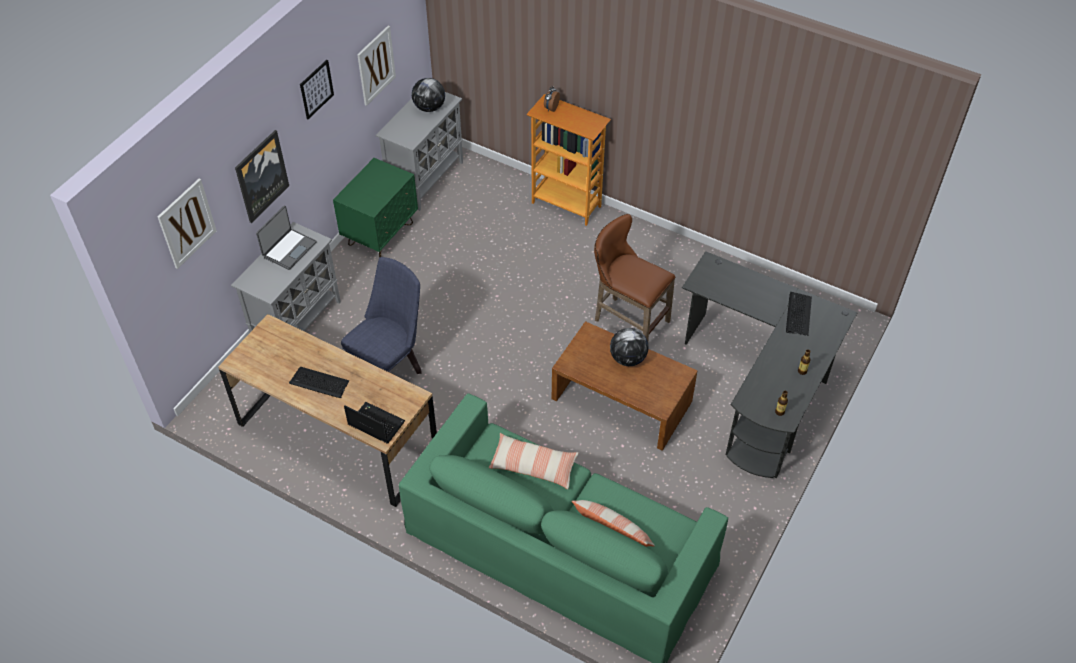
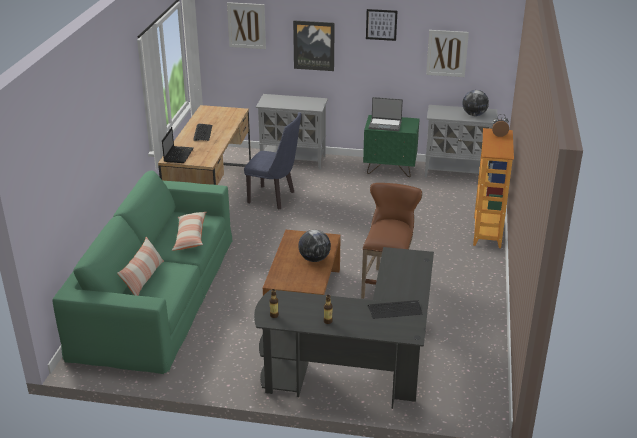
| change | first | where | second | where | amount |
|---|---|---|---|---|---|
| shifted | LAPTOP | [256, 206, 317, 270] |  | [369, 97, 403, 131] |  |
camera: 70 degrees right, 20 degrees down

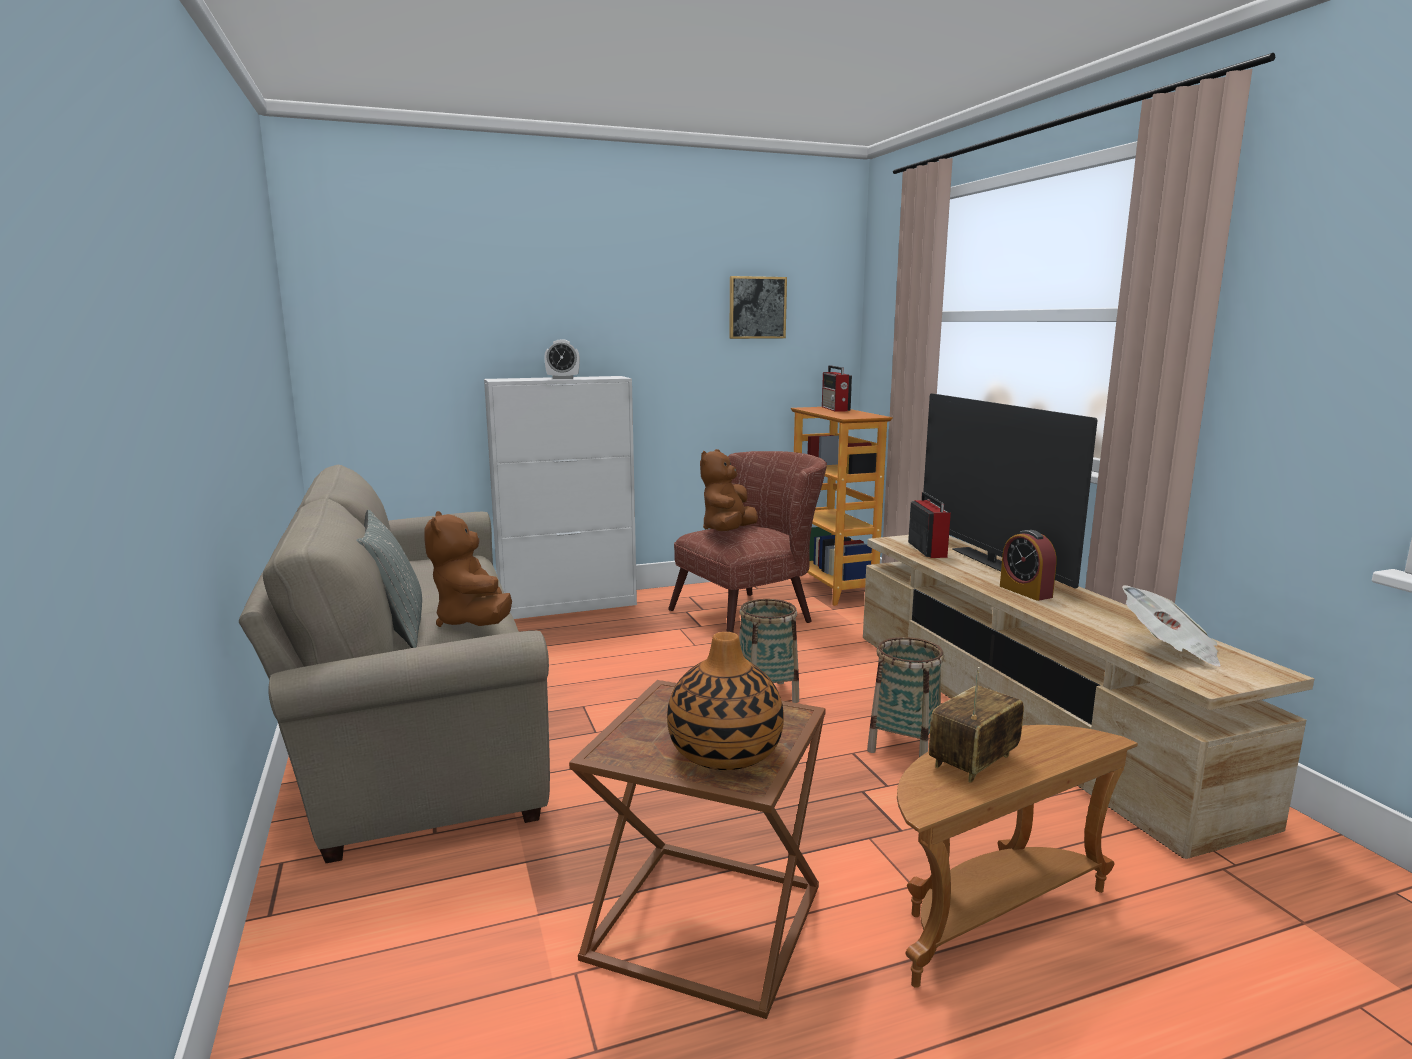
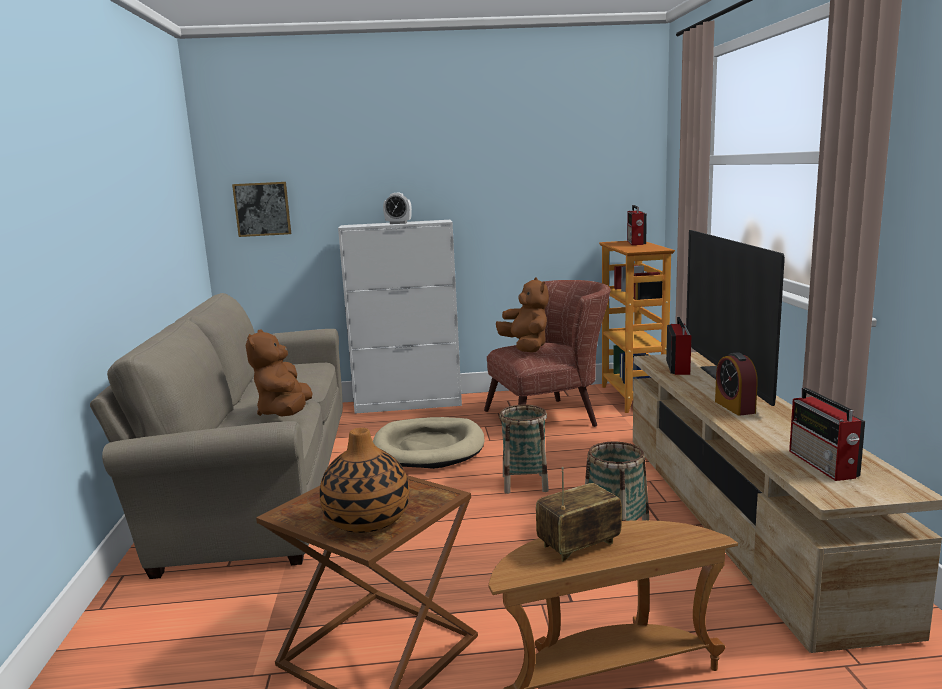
| change | first | where | second | where | amount |
|---|---|---|---|---|---|
| shifted | PICTURE | [729, 276, 787, 339] |  | [232, 182, 291, 237] |  |
| rotated | BROWN PLUSH TOY | [700, 449, 758, 531] |  | [496, 277, 549, 353] | 120 degrees clockwise |
| gone | GREY PILLOW | [356, 510, 422, 648] |  |  |  |
| swapped | NEWSPAPER | [1122, 585, 1220, 667] | RADIO | [789, 387, 865, 481] |  |
| new |  |  | BEIGE DOG BED | [373, 417, 484, 469] |  |
camera: 15 degrees right, 0 degrees up

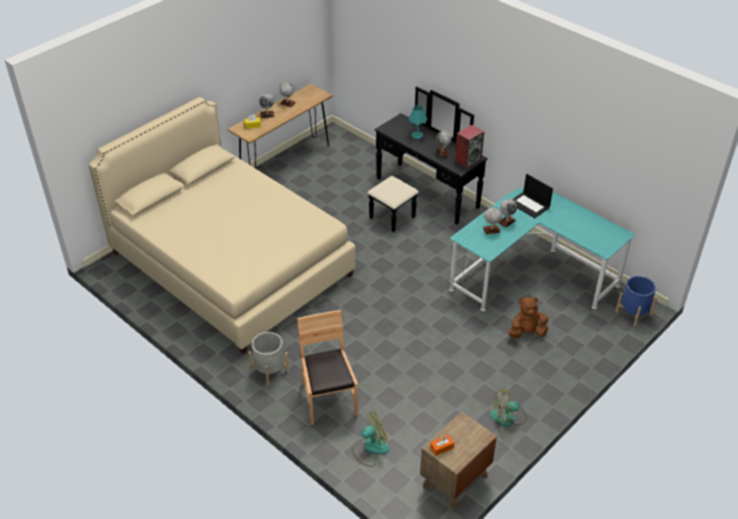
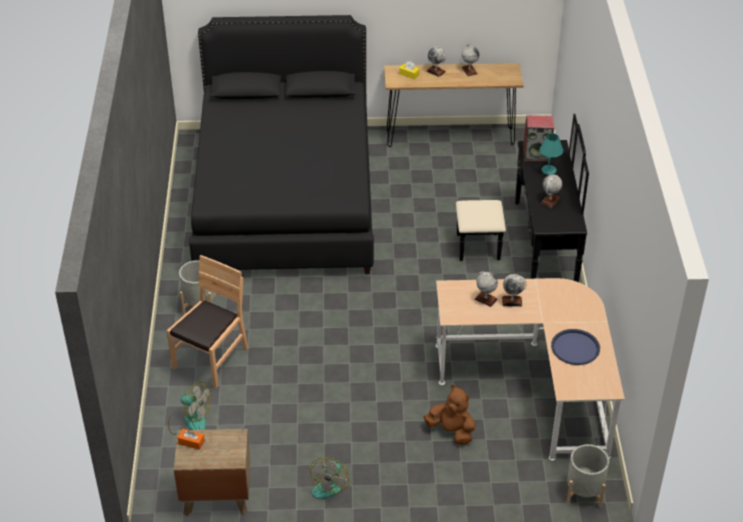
| change | first | where | second | where | amount |
|---|---|---|---|---|---|
| repainted | BEIGE BED | [89, 97, 356, 354] | BLACK BED | [189, 15, 374, 274] |  |
| shifted | SPEAKER | [455, 125, 484, 169] |  | [523, 115, 554, 162] |  |
| gone | LAPTOP | [512, 174, 553, 218] |  |  |  |
| repainted | TURQUOISE DESK | [449, 188, 636, 311] | BEIGE DESK | [435, 278, 625, 461] |  |
| repainted | BLUE PLANTER | [615, 276, 657, 326] | GREY PLANTER | [566, 444, 609, 508] |  |
| rotated | FAN | [490, 388, 527, 427] |  | [310, 457, 349, 499] | 105 degrees counterclockwise |
| new |  |  | BLUE TRAY | [551, 329, 600, 365] |  |
camera: 45 degrees right, 0 degrees up

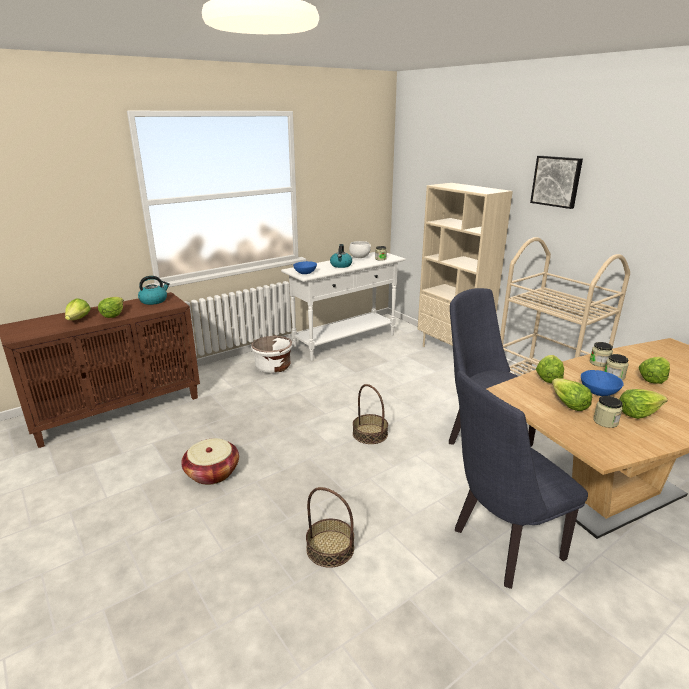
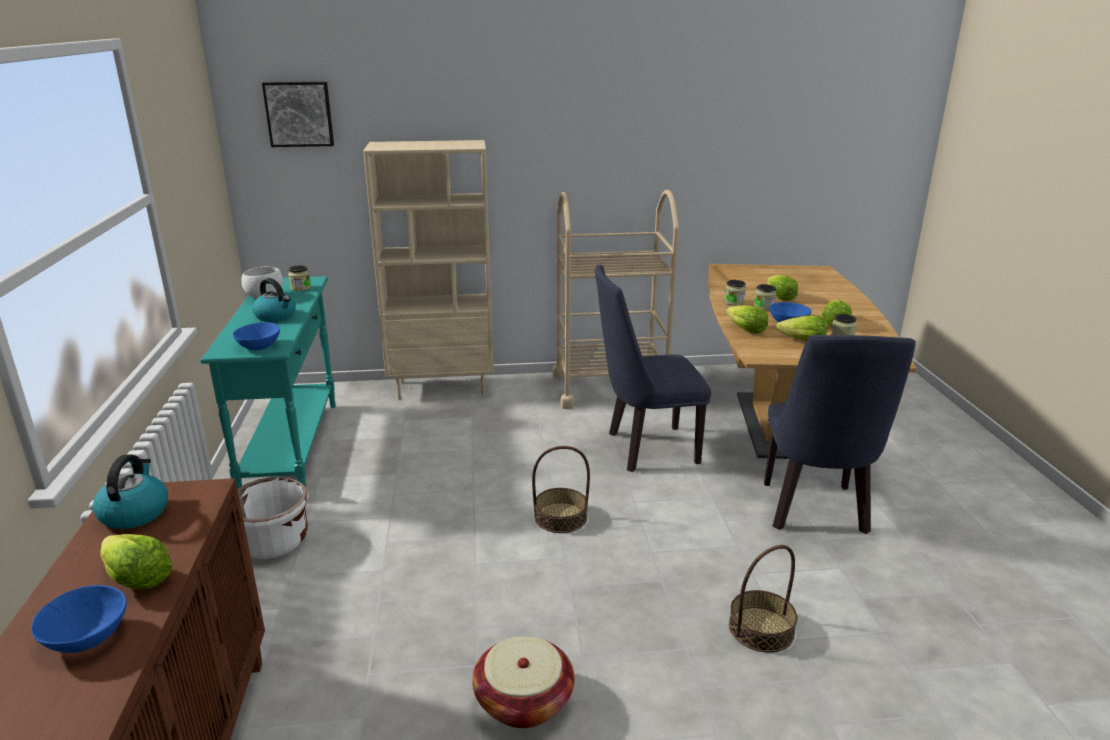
| change | first | where | second | where | amount |
|---|---|---|---|---|---|
| shifted | PICTURE | [530, 156, 583, 209] |  | [262, 82, 334, 147] |  |
| repainted | WHITE CONSOLE TABLE | [281, 252, 406, 361] | TURQUOISE CONSOLE TABLE | [200, 276, 336, 489] |  |
| swapped | LETTUCE | [65, 298, 91, 320] | BLUE BOWL | [31, 585, 126, 653] |  |
camera: 60 degrees left, 0 degrees up

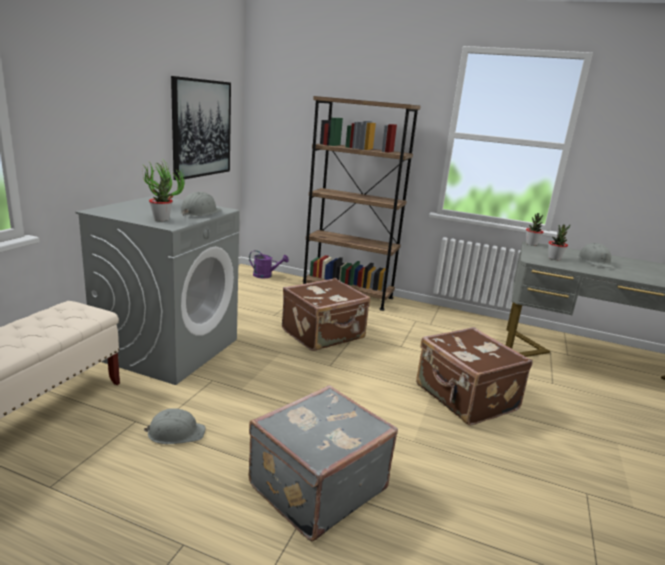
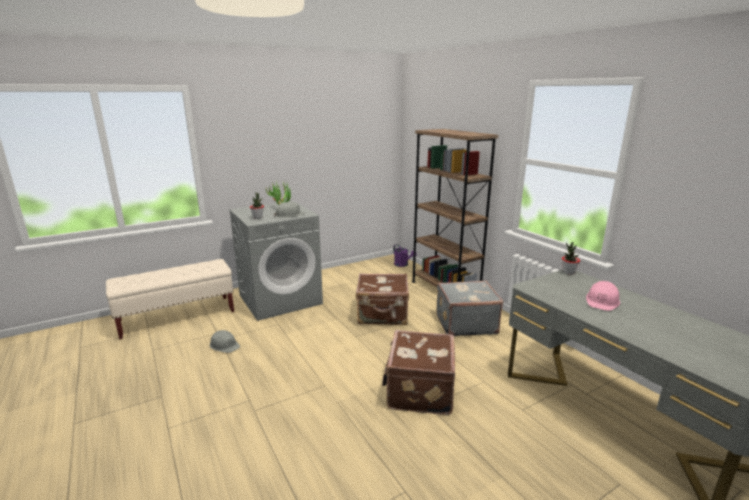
| change | first | where | second | where | amount |
|---|---|---|---|---|---|
| gone | PICTURE | [171, 76, 231, 180] |  |  |  |
| gone | POTTED PLANT | [548, 224, 570, 260] |  |  |  |
| repainted | GREY HARD HAT | [577, 243, 614, 268] | PINK HARD HAT | [586, 281, 620, 311] |  |
| shifted | GREY SUITCASE | [248, 385, 398, 541] |  | [436, 280, 504, 336] |  |
camera: 40 degrees right, 0 degrees up

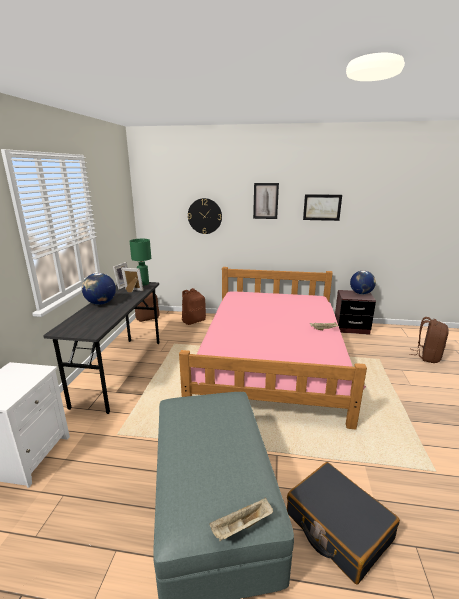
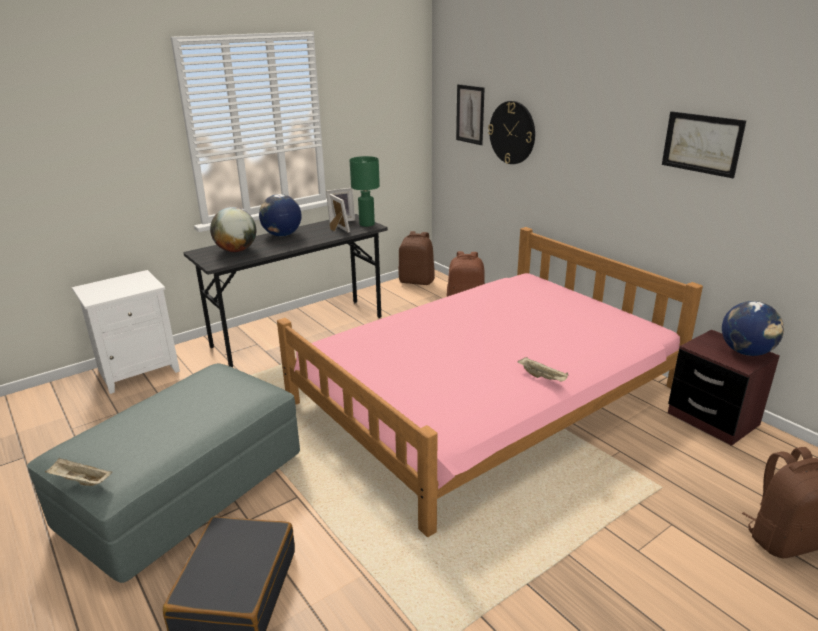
| change | first | where | second | where | amount |
|---|---|---|---|---|---|
| shifted | PICTURE | [253, 183, 279, 219] |  | [456, 84, 485, 145] |  |
| new |  |  | GLOBE | [210, 207, 256, 252] |  |
camera: 45 degrees right, 5 degrees up

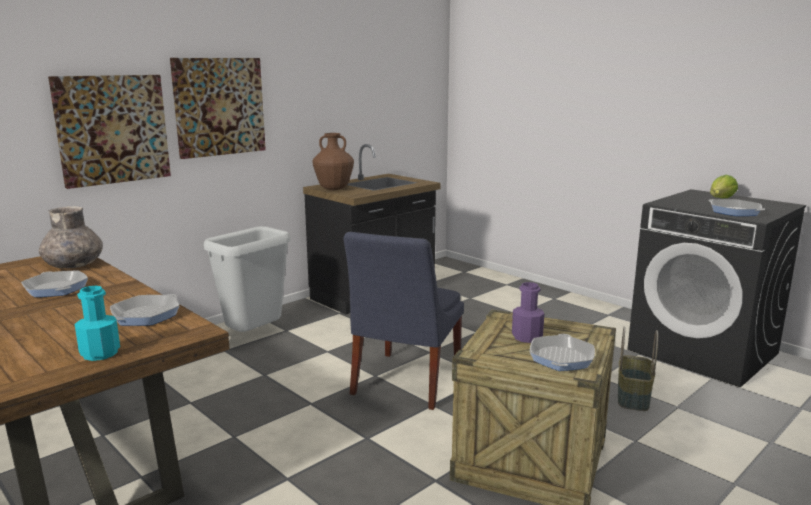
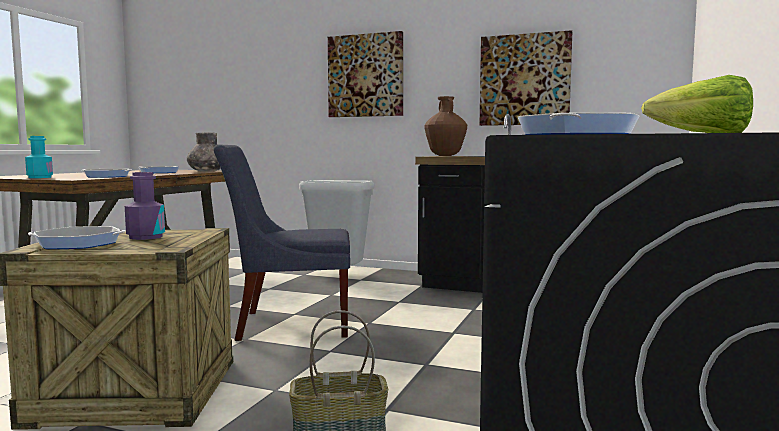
| change | first | where | second | where | amount |
|---|---|---|---|---|---|
| shifted | PICTURE | [48, 75, 171, 189] |  | [479, 30, 572, 126] |  |
camera: 65 degrees right, 10 degrees down

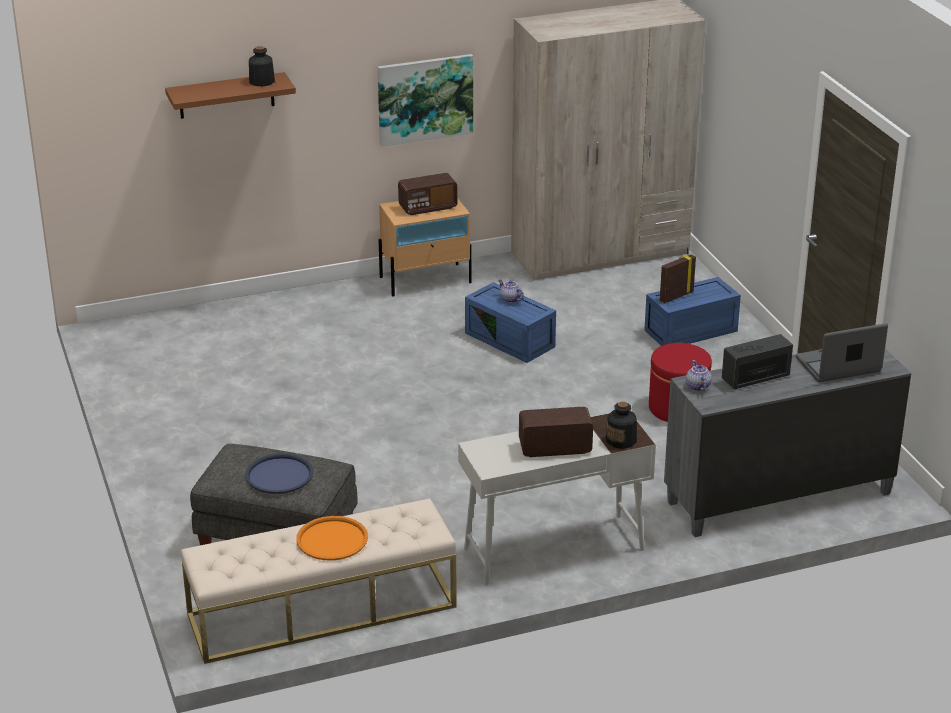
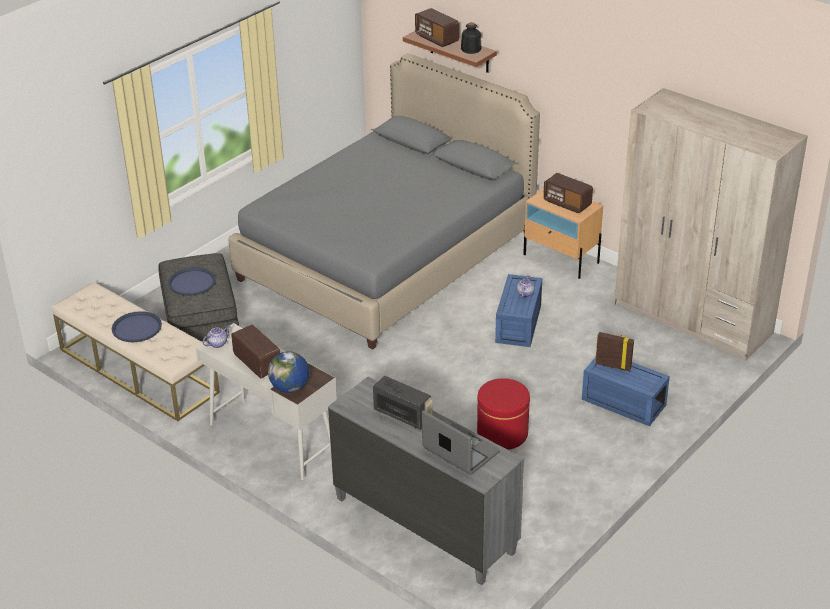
| change | first | where | second | where | amount |
|---|---|---|---|---|---|
| gone | PICTURE | [378, 54, 473, 147] |  |  |  |
| shifted | TEAPOT | [686, 360, 712, 391] |  | [203, 325, 230, 348] |  |
| swapped | BOTTLE | [606, 402, 637, 449] | GLOBE | [268, 351, 309, 393] |  |
| repainted | ORANGE TRAY | [296, 516, 368, 561] | BLUE TRAY | [112, 311, 162, 342] |  |
| new |  |  | RADIO | [415, 8, 459, 47] |  |
| new |  |  | GREY BED | [228, 53, 540, 350] |  |
camera: 60 degrees right, 5 degrees up

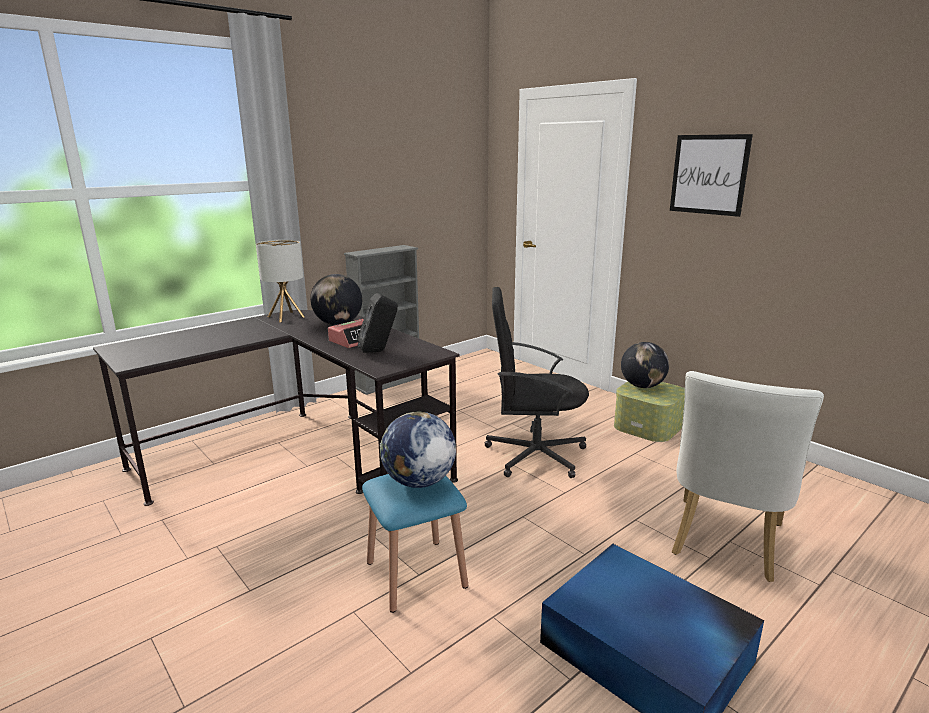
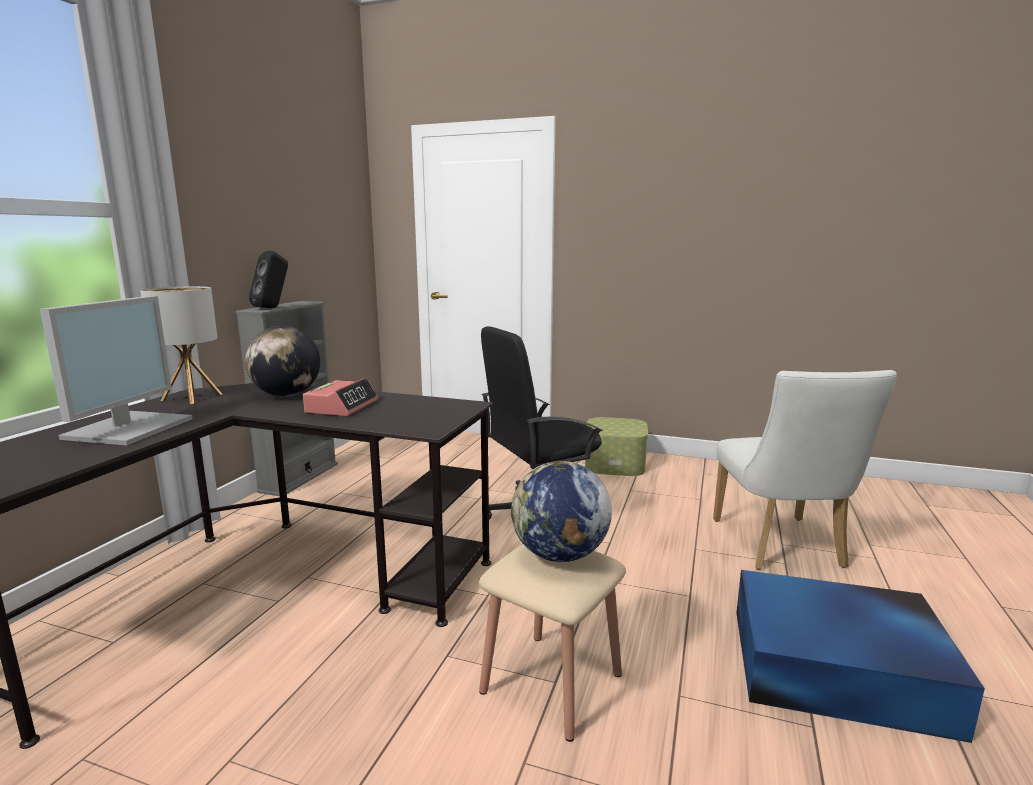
| change | first | where | second | where | amount |
|---|---|---|---|---|---|
| gone | PICTURE | [670, 134, 753, 217] |  |  |  |
| shifted | BLACK SPEAKER | [358, 293, 398, 353] |  | [249, 251, 288, 308] |  |
| gone | GLOBE | [621, 342, 669, 388] |  |  |  |
| repainted | BLUE STOOL | [362, 474, 468, 613] | BEIGE STOOL | [479, 544, 626, 742] |  |
| new |  |  | MONITOR | [40, 296, 193, 445] |  |
camera: 30 degrees left, 5 degrees down

